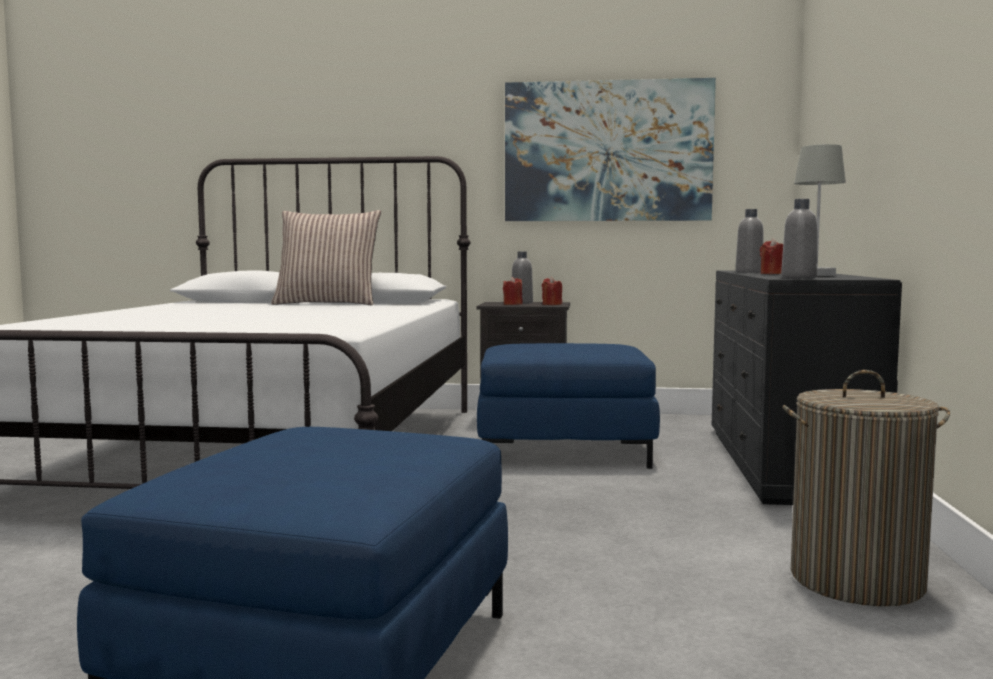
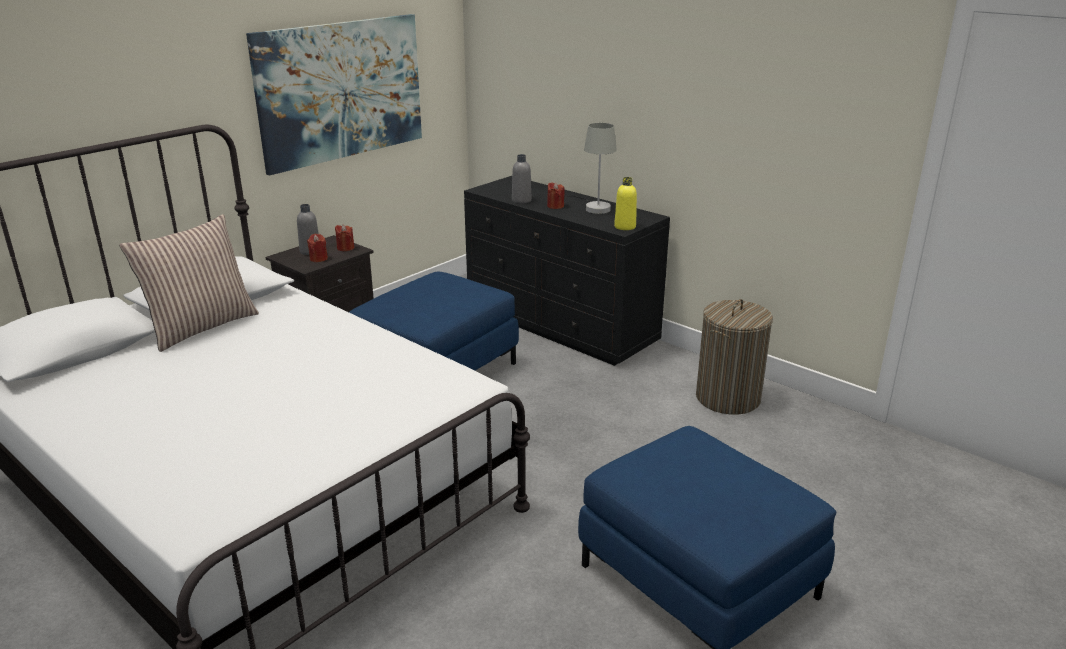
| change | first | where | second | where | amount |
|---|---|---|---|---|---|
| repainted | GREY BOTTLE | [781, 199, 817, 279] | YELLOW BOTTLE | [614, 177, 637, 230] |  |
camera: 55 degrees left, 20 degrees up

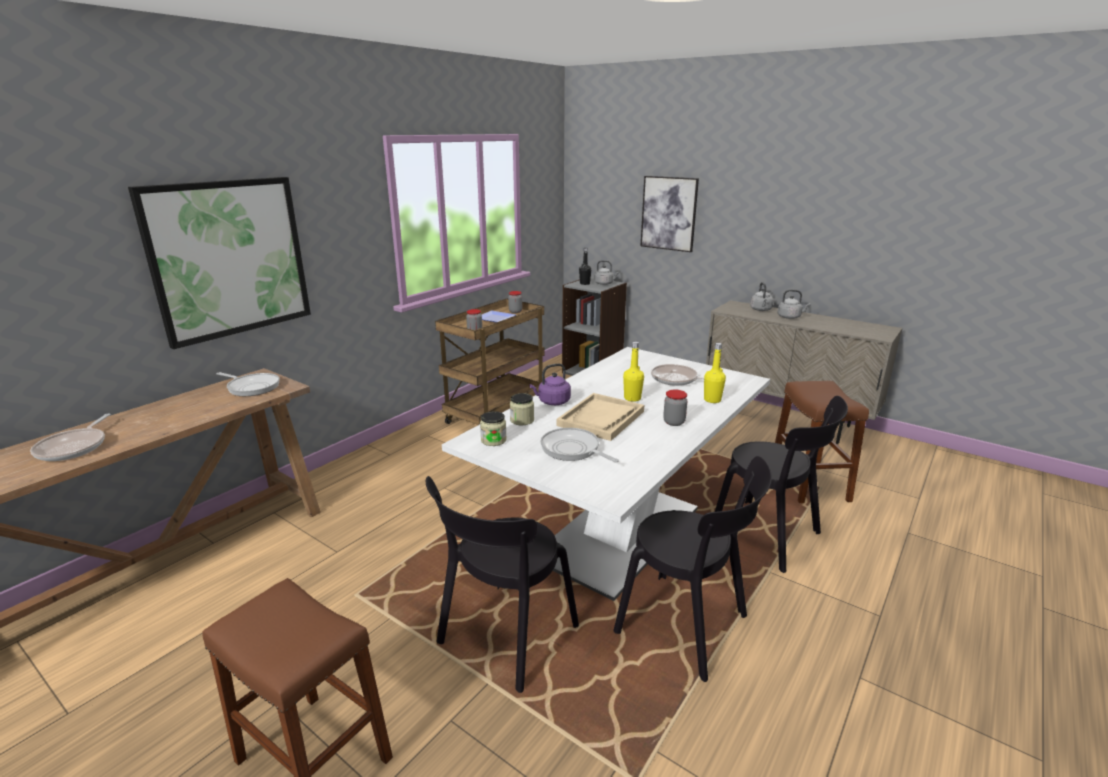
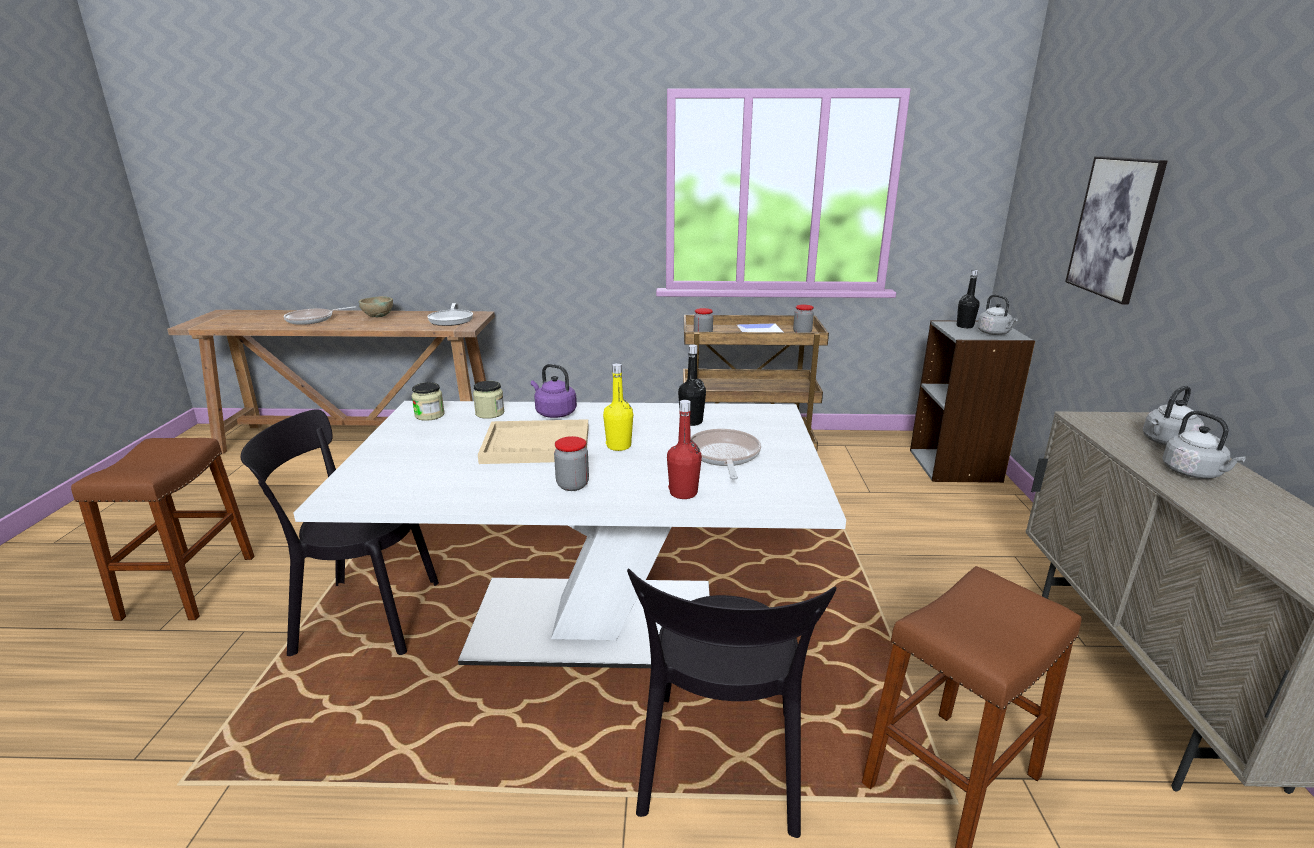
| change | first | where | second | where | amount |
|---|---|---|---|---|---|
| gone | PICTURE | [128, 177, 311, 349] |  |  |  |
| repainted | YELLOW BOTTLE | [704, 343, 726, 403] | RED BOTTLE | [667, 400, 702, 499] |  |
| gone | FRYING PAN | [540, 428, 619, 463] |  |  |  |
| gone | BLACK CHAIR | [613, 456, 772, 682] |  |  |  |
| new |  |  | BEIGE BOWL | [359, 296, 393, 317] |  |
| new |  |  | BLACK BOTTLE | [678, 345, 706, 426] |  |
camera: 55 degrees right, 0 degrees up

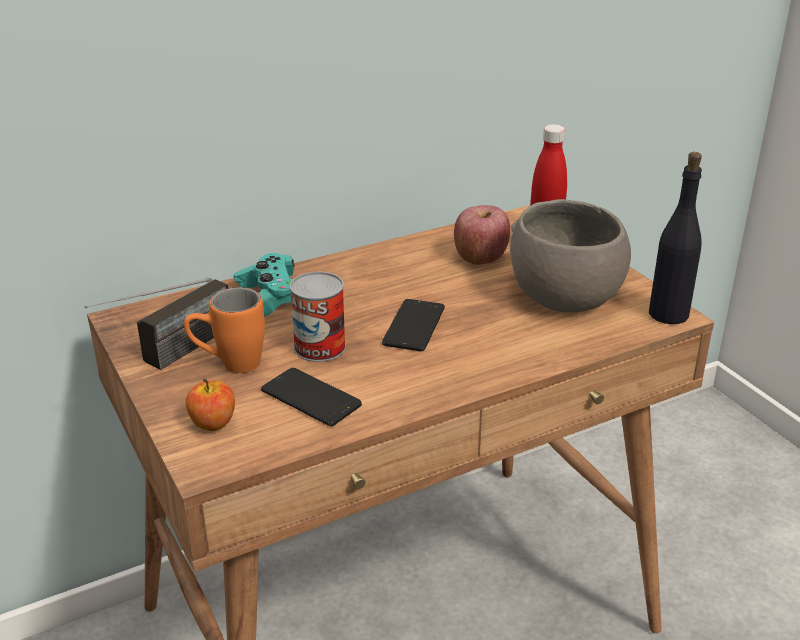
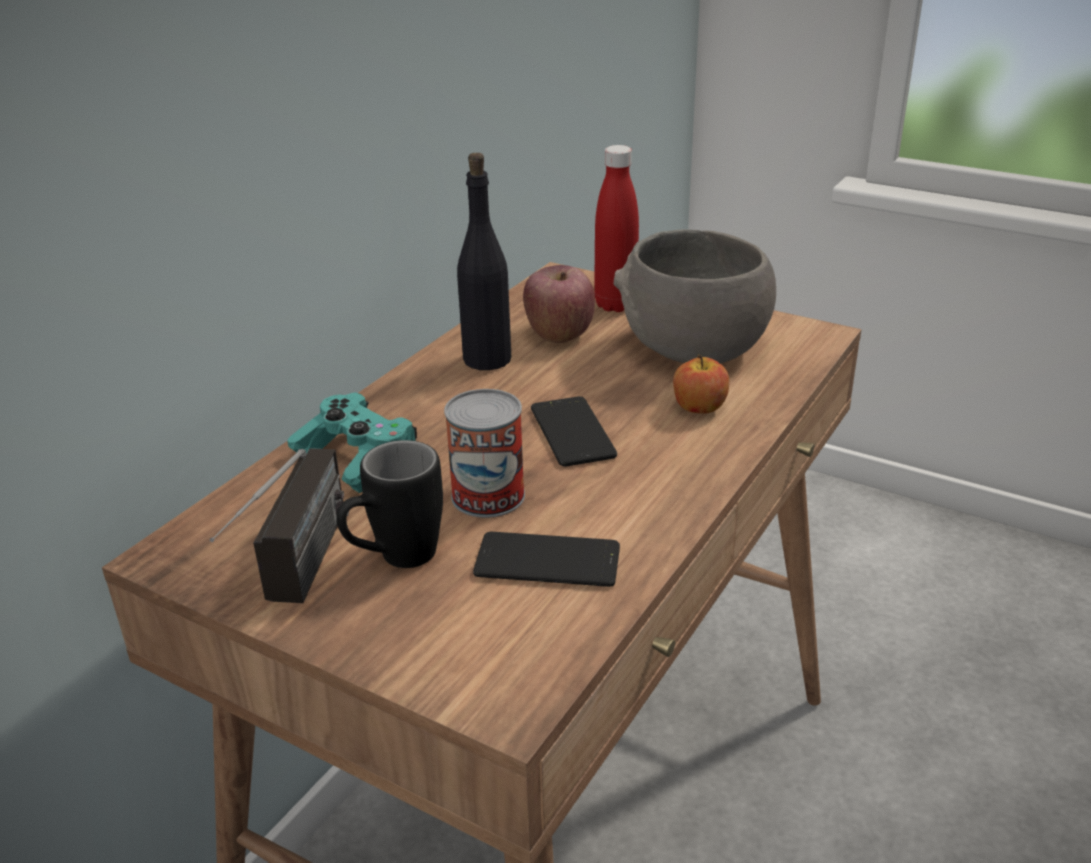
| change | first | where | second | where | amount |
|---|---|---|---|---|---|
| shifted | BLACK BOTTLE | [649, 152, 702, 324] |  | [457, 153, 511, 370] |  |
| repainted | ORANGE MUG | [184, 287, 265, 373] | BLACK MUG | [336, 440, 443, 568] |  |
| shifted | APPLE | [186, 378, 235, 431] |  | [673, 354, 729, 414] |  |
camera: 30 degrees left, 0 degrees up

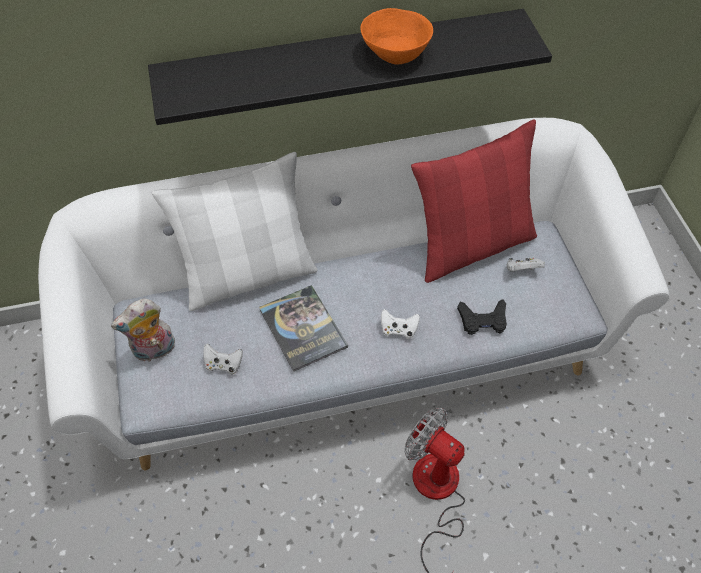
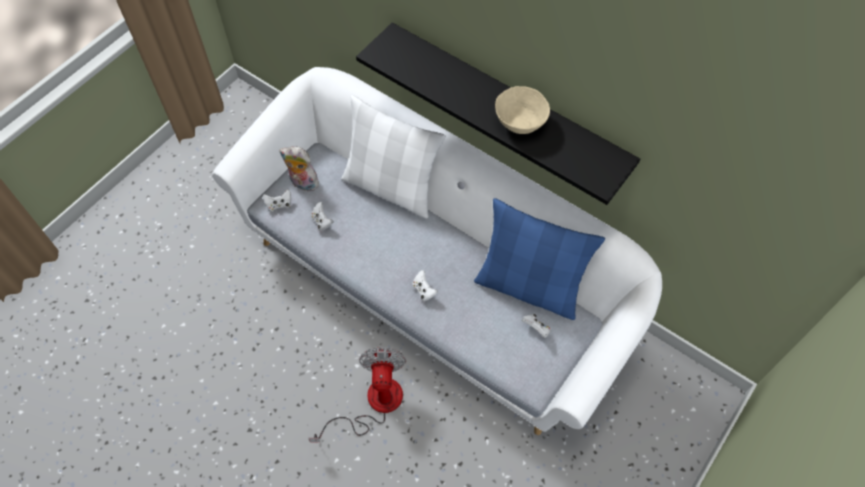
| change | first | where | second | where | amount |
|---|---|---|---|---|---|
| repainted | ORANGE BOWL | [360, 8, 433, 65] | BEIGE BOWL | [495, 86, 550, 134] |  |
| repainted | RED PILLOW | [411, 120, 537, 283] | BLUE PILLOW | [474, 198, 605, 320] |  |
| gone | BOOK | [259, 285, 348, 372] |  |  |  |
| gone | BLACK GAME CONTROLLER | [457, 299, 507, 335] |  |  |  |
| new |  |  | WHITE GAME CONTROLLER | [263, 189, 291, 212] |  |
camera: 50 degrees right, 5 degrees up

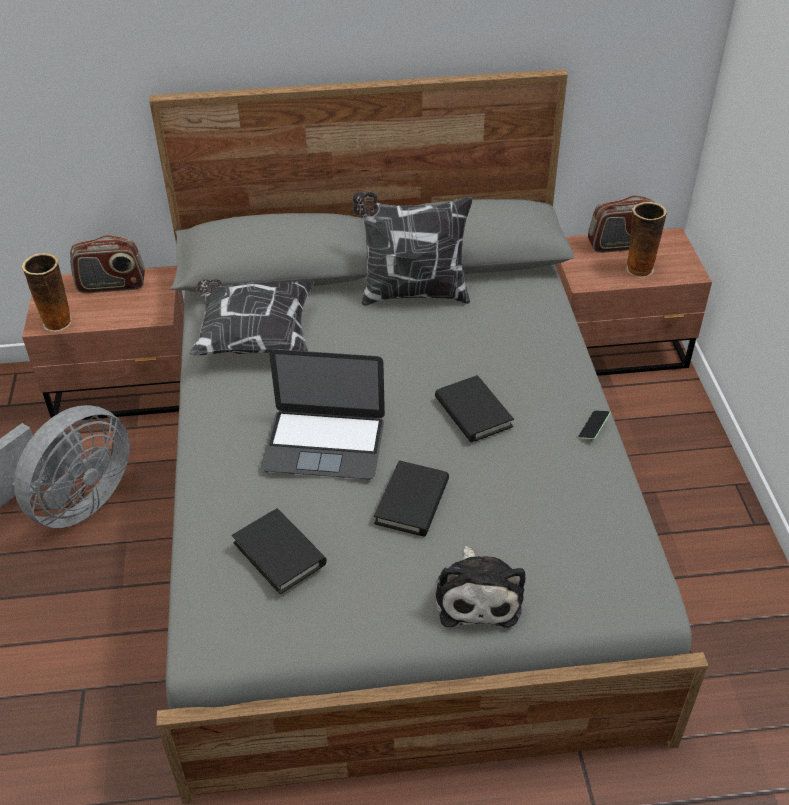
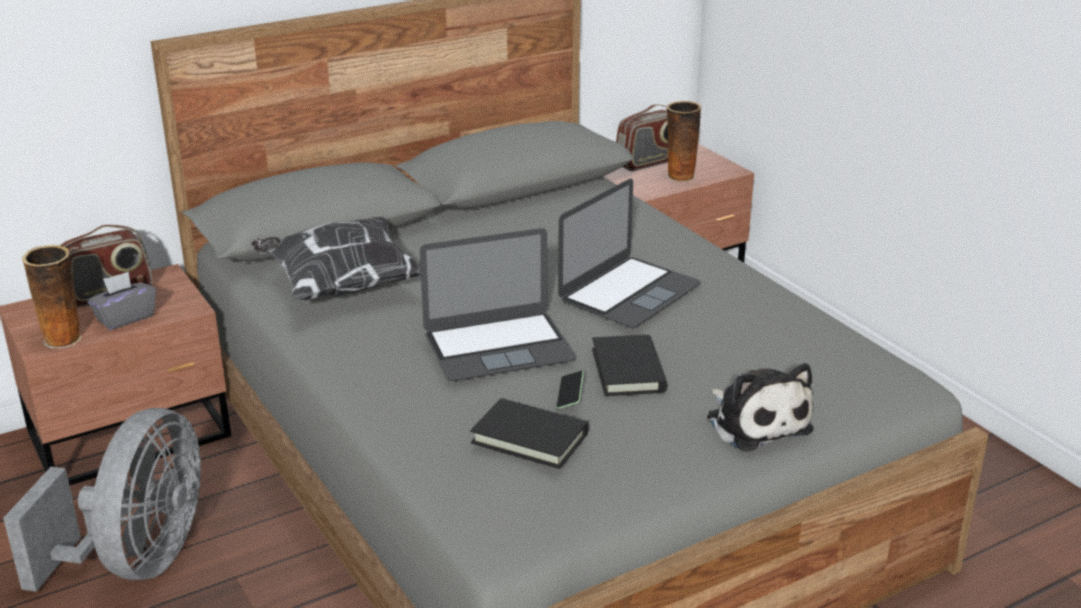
| change | first | where | second | where | amount |
|---|---|---|---|---|---|
| gone | PILLOW | [353, 192, 472, 306] |  |  |  |
| swapped | BLACK BOOK | [435, 375, 514, 443] | LAPTOP | [558, 179, 701, 328] |  |
| shifted | PHONE | [578, 410, 611, 439] |  | [556, 370, 584, 409] |  |
| new |  |  | GREY TISSUE BOX | [87, 272, 156, 330] |  |
camera: 25 degrees left, 15 degrees down

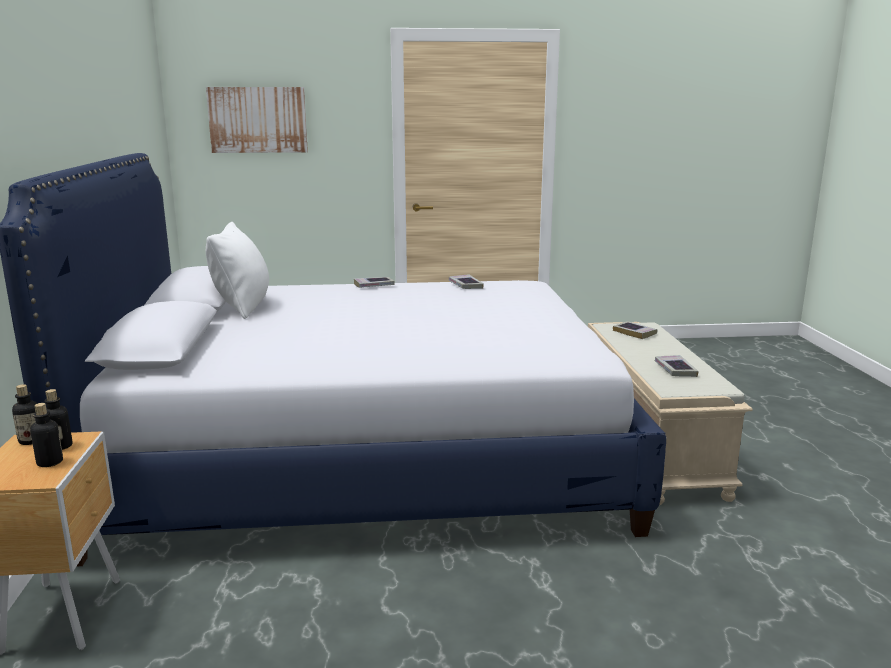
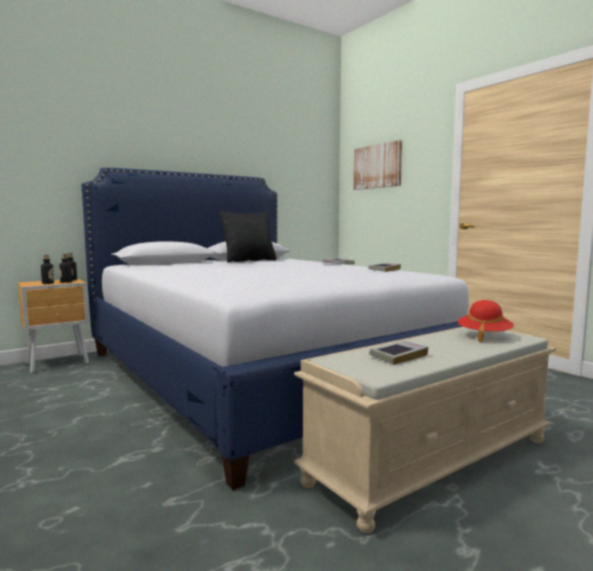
| change | first | where | second | where | amount |
|---|---|---|---|---|---|
| repainted | WHITE PILLOW | [206, 222, 269, 319] | BLACK PILLOW | [220, 211, 277, 263] |  |
| swapped | BOOK | [613, 321, 657, 339] | RED HAT | [458, 300, 514, 342] |  |
camera: 60 degrees right, 10 degrees down

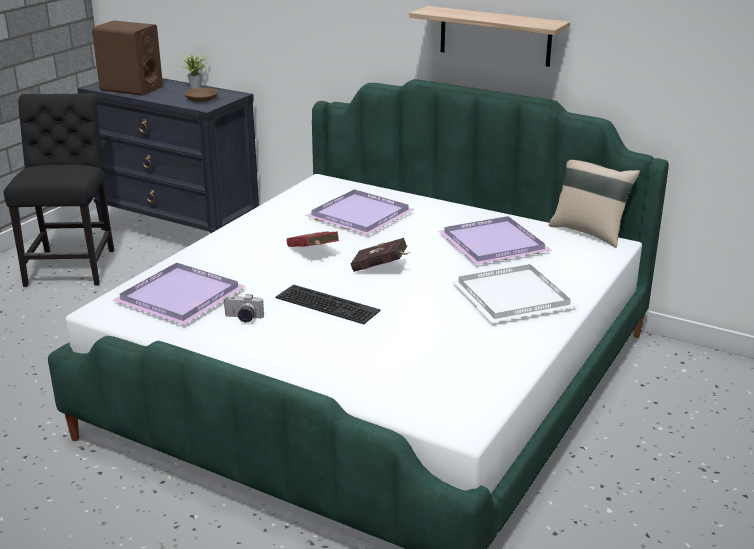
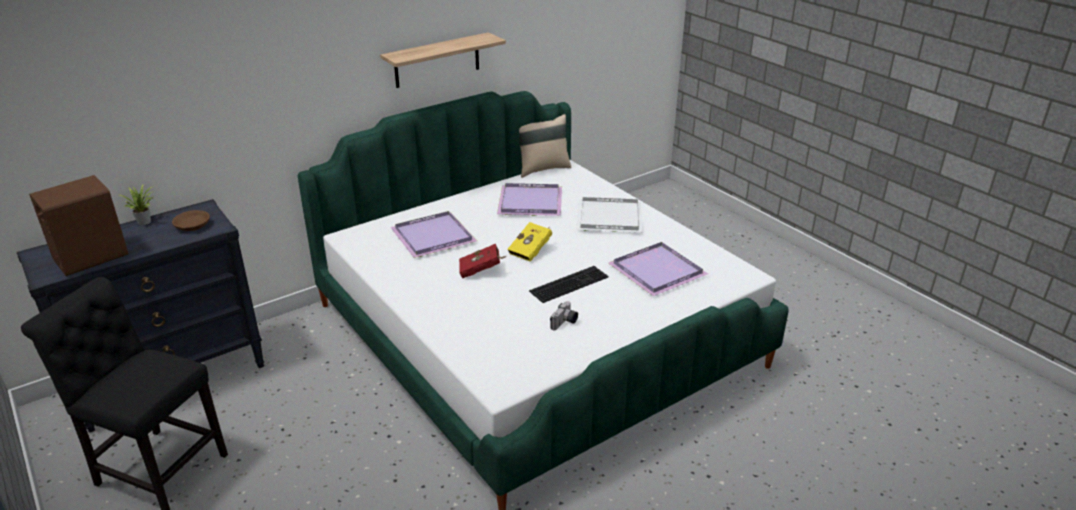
| change | first | where | second | where | amount |
|---|---|---|---|---|---|
| repainted | RED BOOK | [351, 238, 411, 272] | YELLOW BOOK | [507, 222, 552, 262] |  |
| shifted | PURPLE TRAY | [112, 263, 246, 325] |  | [608, 242, 708, 296] |  |
camera: 65 degrees left, 5 degrees up

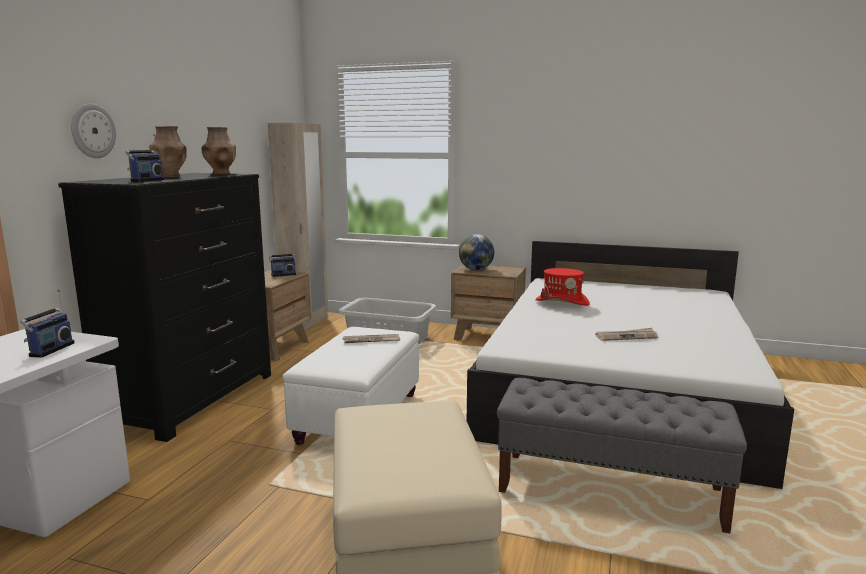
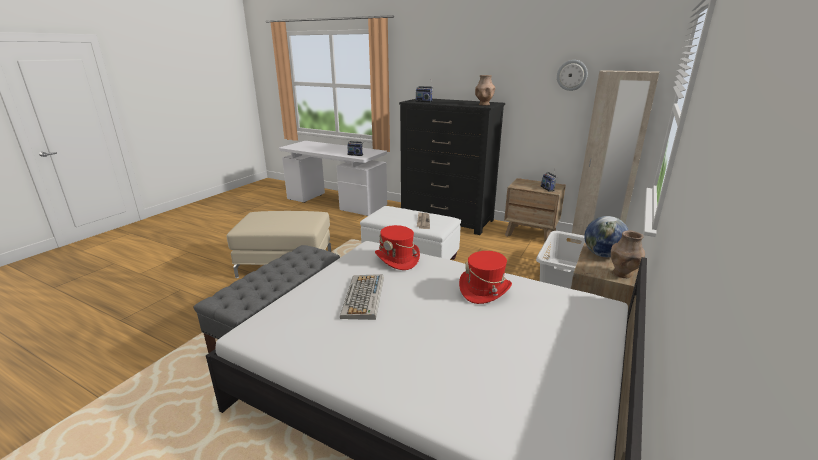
| change | first | where | second | where | amount |
|---|---|---|---|---|---|
| shifted | WALL CLOCK | [71, 104, 116, 158] |  | [557, 60, 588, 91] |  |
| shifted | BROWN VASE | [149, 126, 187, 177] |  | [611, 230, 645, 278] |  |
| swapped | NEWSPAPER | [595, 328, 658, 341] | KEYBOARD | [340, 274, 384, 320] |  |
| new |  |  | RED HAT | [375, 225, 420, 270] |  |
camera: 100 degrees right, 10 degrees up

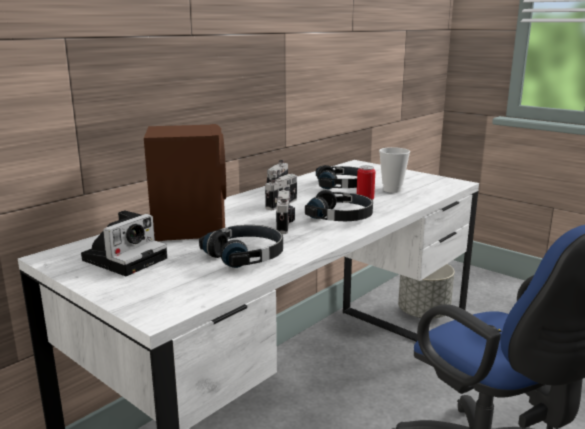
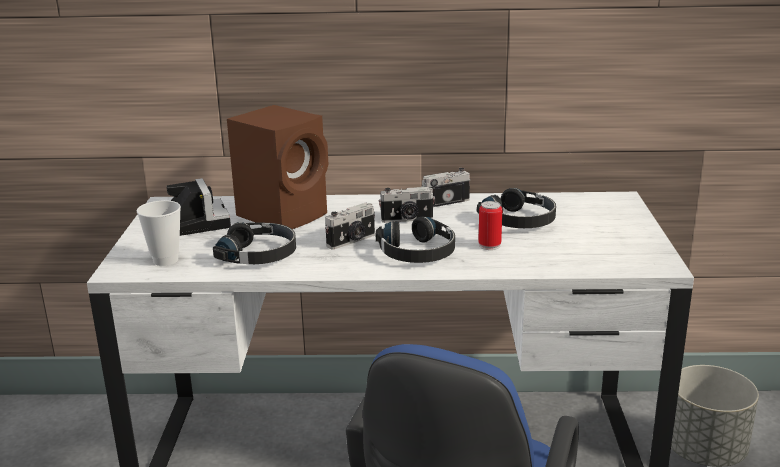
| change | first | where | second | where | amount |
|---|---|---|---|---|---|
| shifted | CUP | [379, 147, 410, 193] |  | [137, 200, 181, 266] |  |
| rotated | PHOTO CAMERA | [81, 210, 167, 276] |  | [166, 178, 231, 236] | 105 degrees counterclockwise |
camera: 50 degrees right, 5 degrees up

